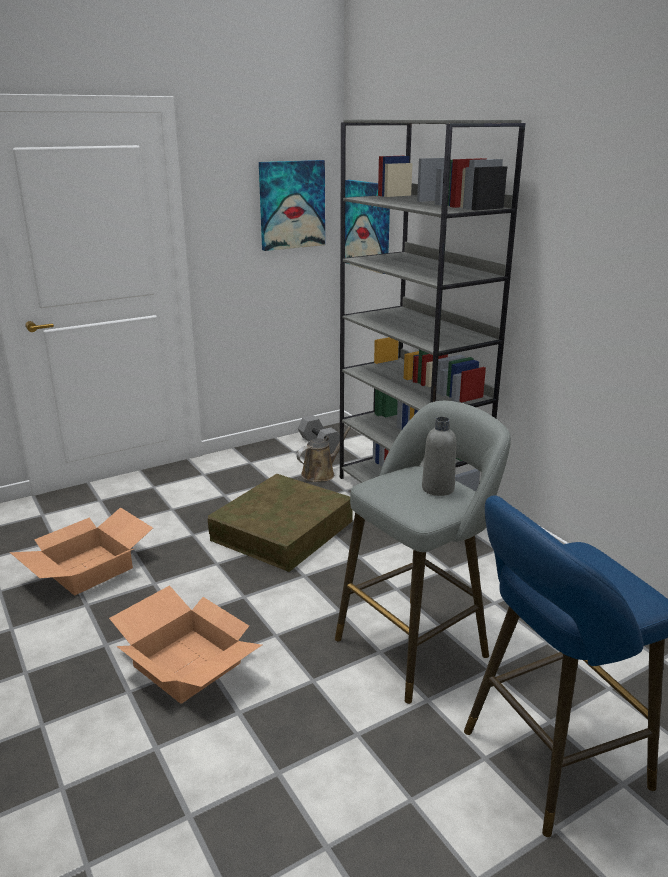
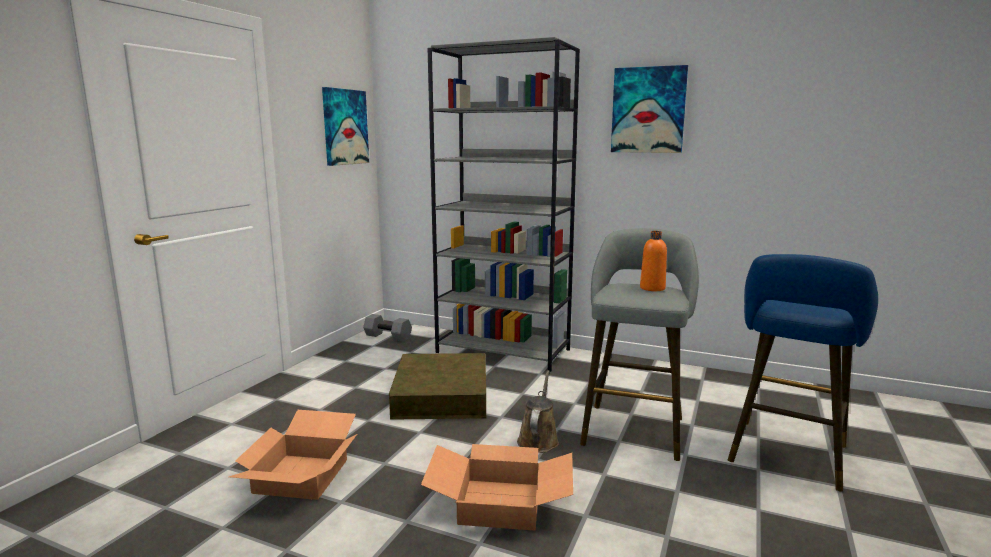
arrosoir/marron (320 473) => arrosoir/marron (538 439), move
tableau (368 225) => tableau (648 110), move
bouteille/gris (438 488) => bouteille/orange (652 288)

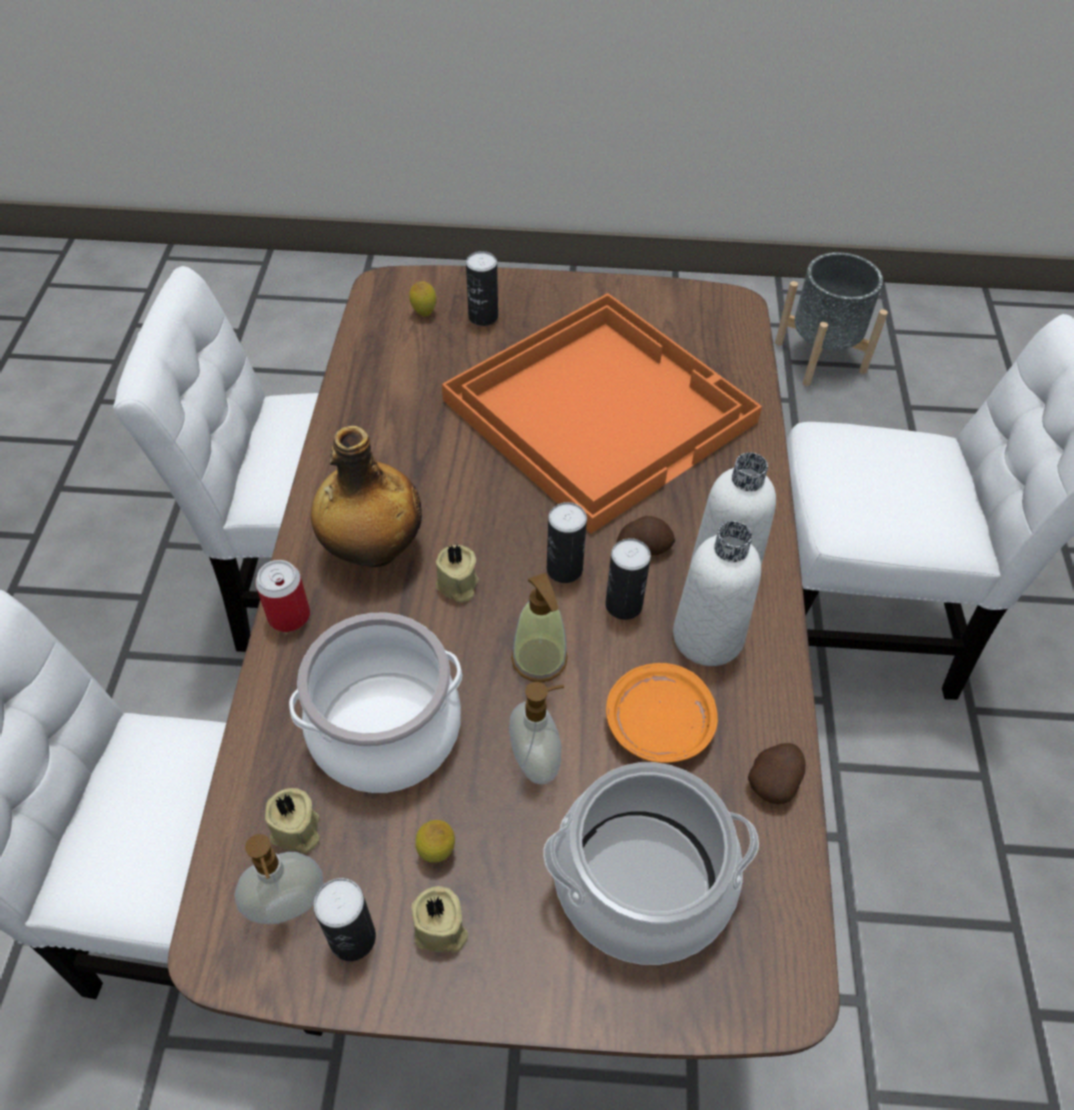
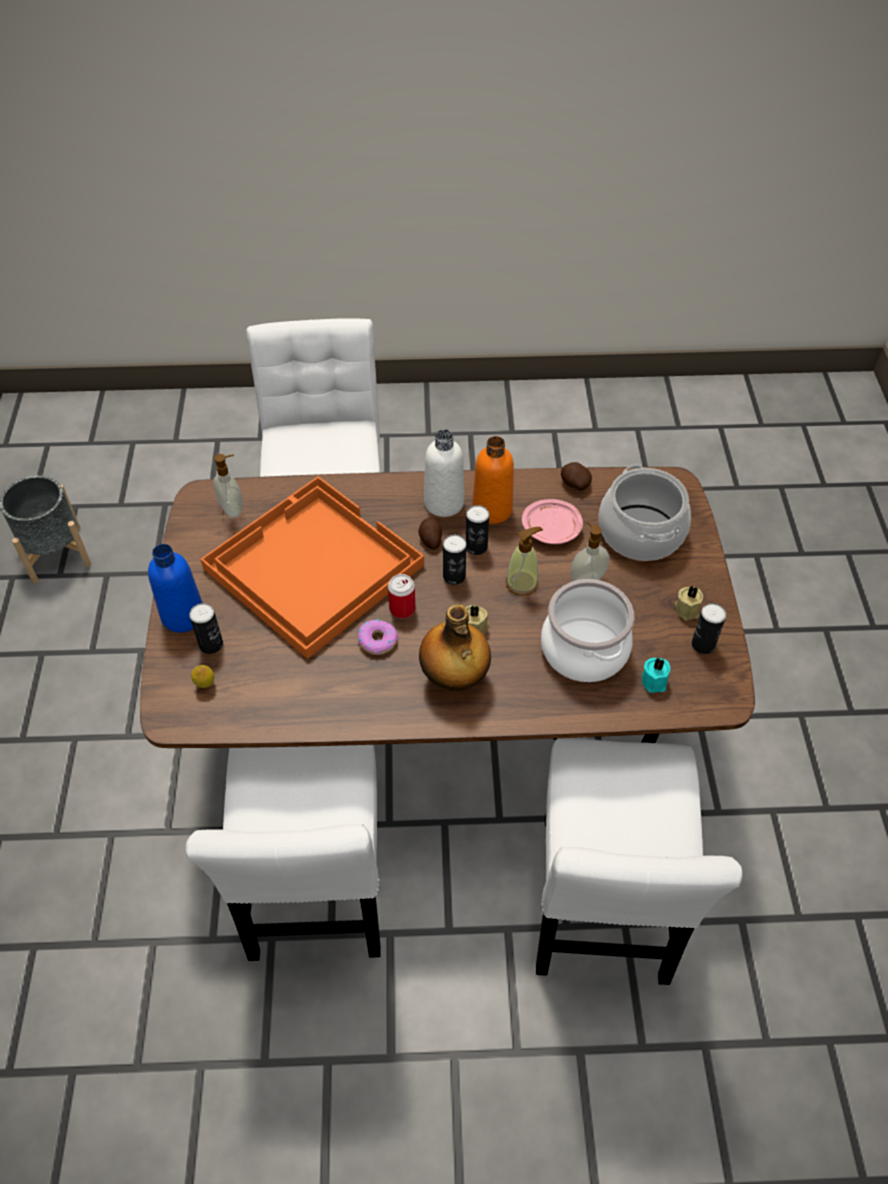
distributeur de savon (288 907) => distributeur de savon (232 508), move
boîte métallique (289 616) => boîte métallique (402 609), move
bougie/beige (296 831) => bougie/turquoise (655 680)
citron (436 852) => nothing
assiette/orange (659 724) => assiette/rose (552 529)
bouteille/blanc (707 637) => bouteille/orange (492 509)
nothing => bouteille/bleu (183 615)
nothing => beignet (377 640)

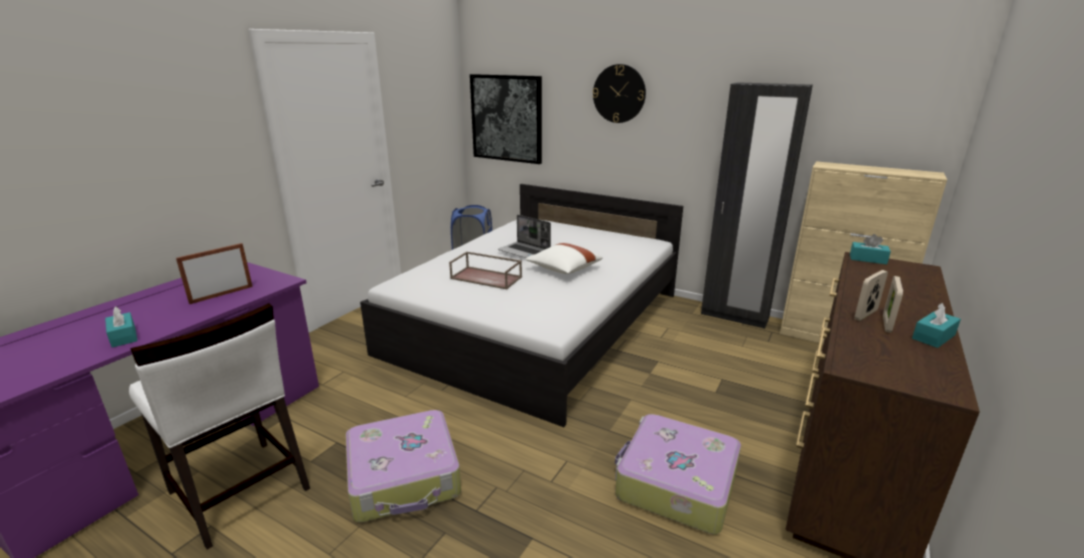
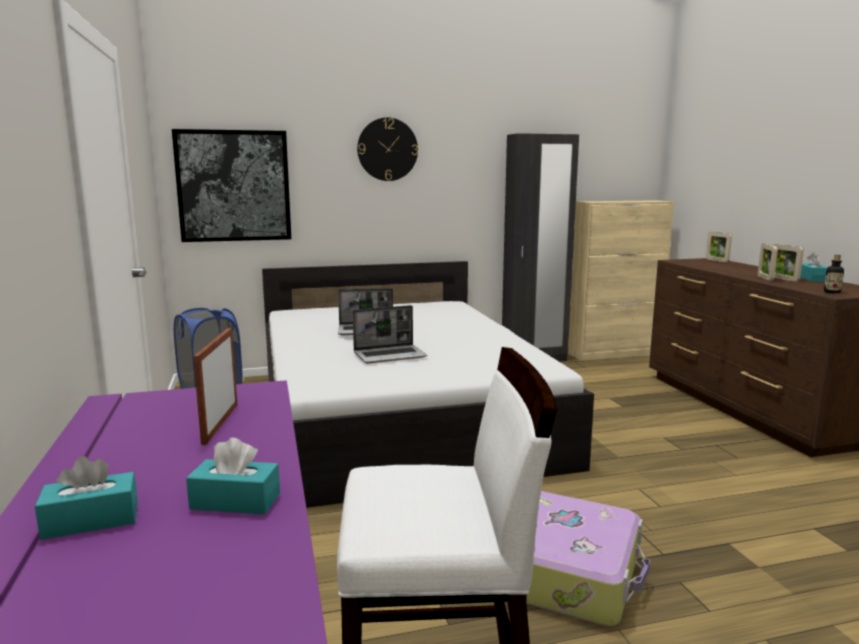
plateau/marron (487 277) => ordinateur portable (390 355)
coussin/blanc (563 269) => nothing
valise (675 483) => nothing
boîte à mouchoirs/turquoise (868 259) => boîte à mouchoirs/turquoise (91 520), move
nothing => cadre photo (717 260)
nothing => bouteille (832 292)

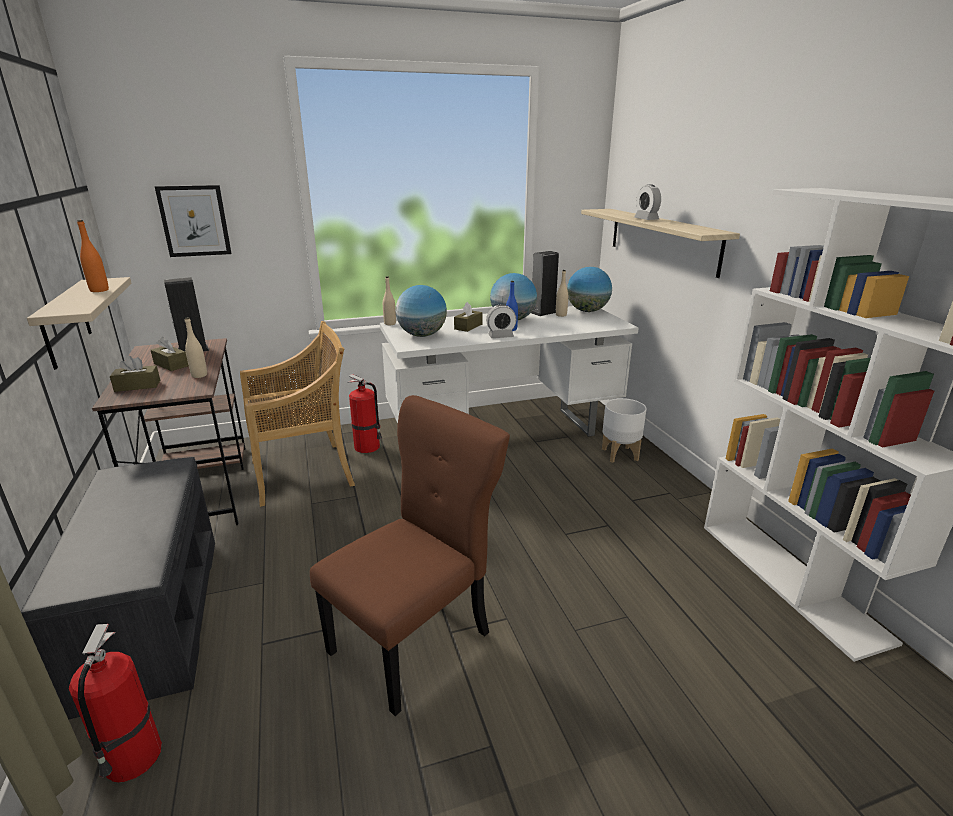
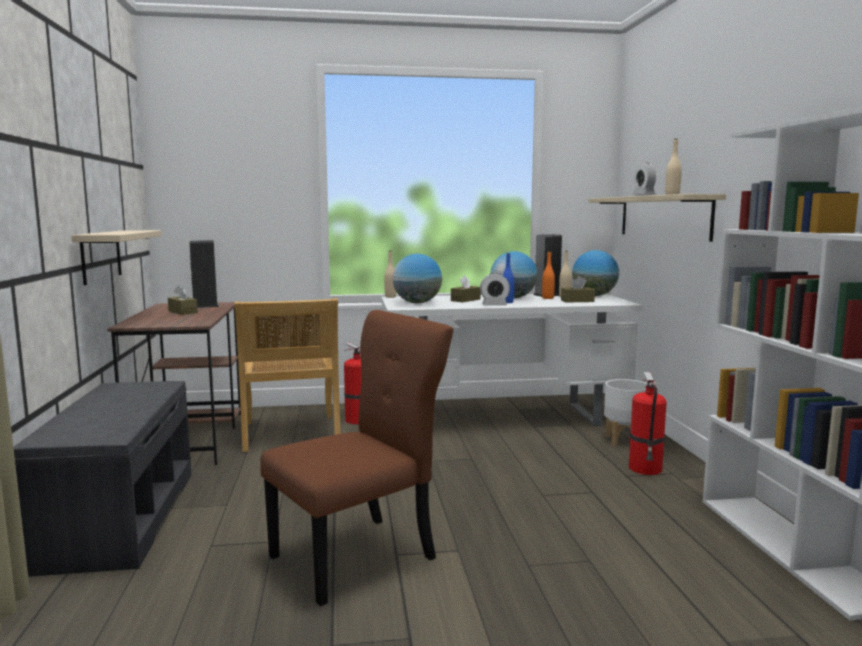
extincteur (132 759) => extincteur (645 469), move
bouteille/orange (99 290) => bouteille/orange (547 298), move
boîte à mouchoirs/marron (137 386) => boîte à mouchoirs/marron (577 301), move
tableau (194 221) => nothing
bouteille/beige (199 375) => bouteille/beige (672 195), move
chaise/beige (304 473) => chaise/beige (291 434), 90 degrees clockwise

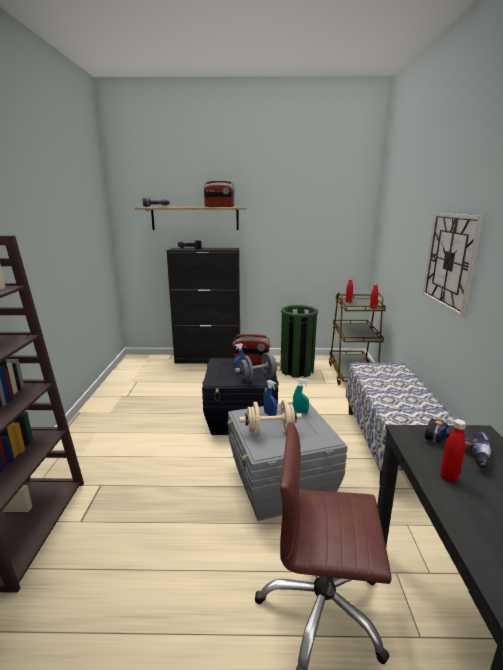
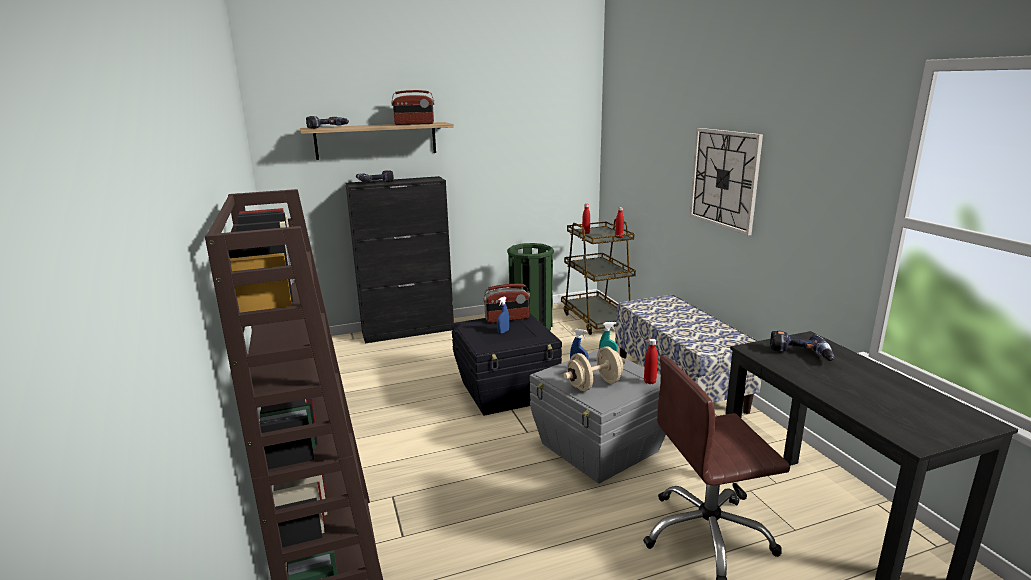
haltère/gris (257 378) => nothing
bouteille/rouge (448 477) => bouteille/rouge (649 382), move

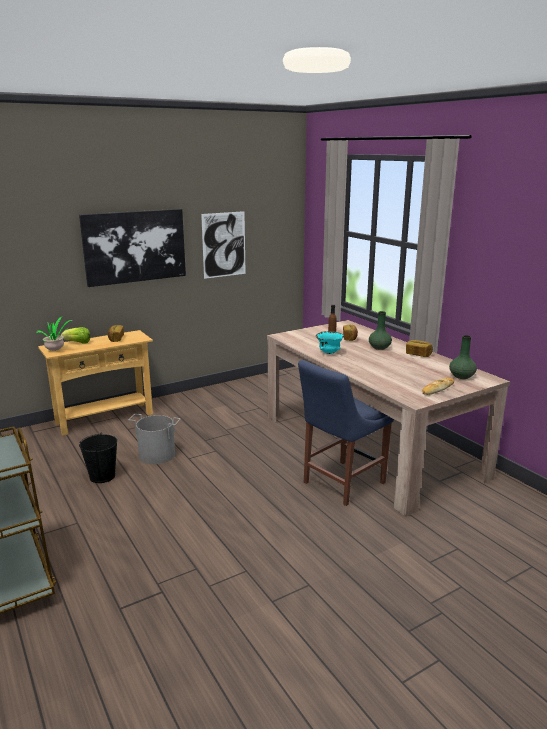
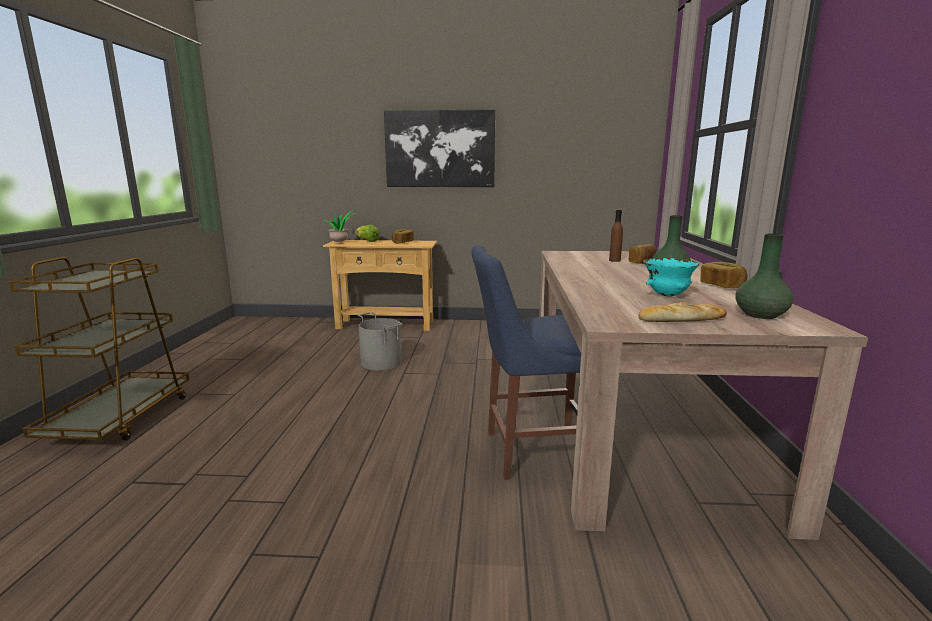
seau/noir (102 476) => nothing
tableau (224 244) => nothing
bol/turquoise (329 353) => bol/turquoise (667 295), move

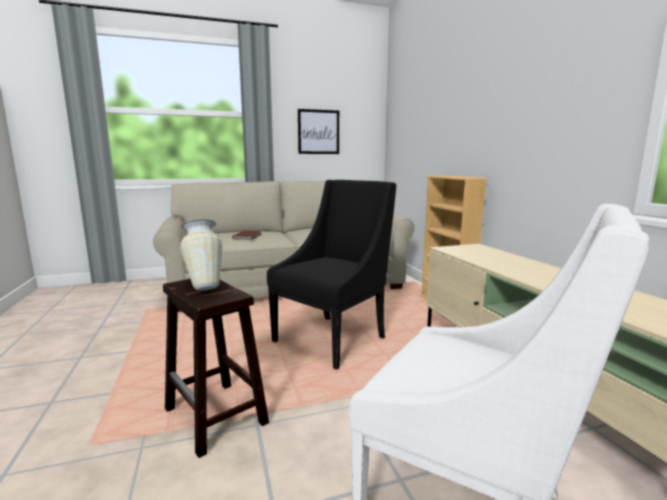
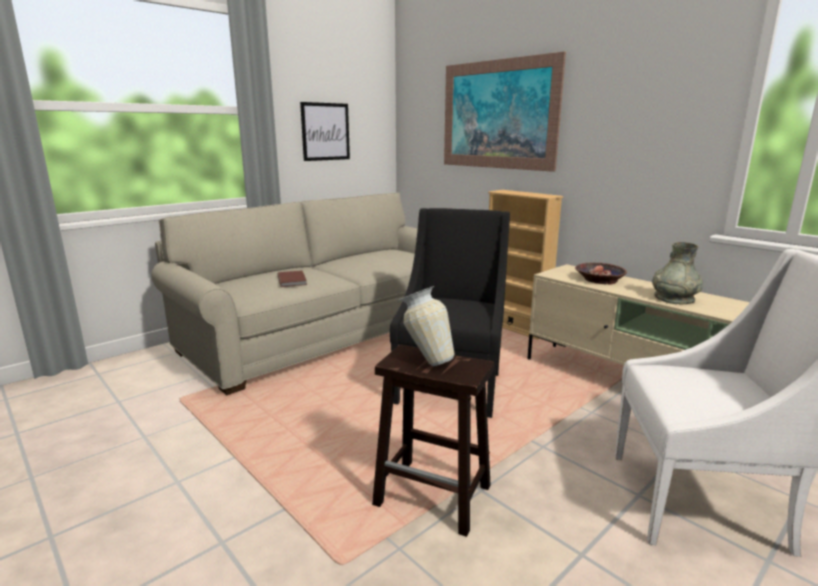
nothing => tableau (498 115)
nothing => bol (599 279)
nothing => vase/gris (674 298)

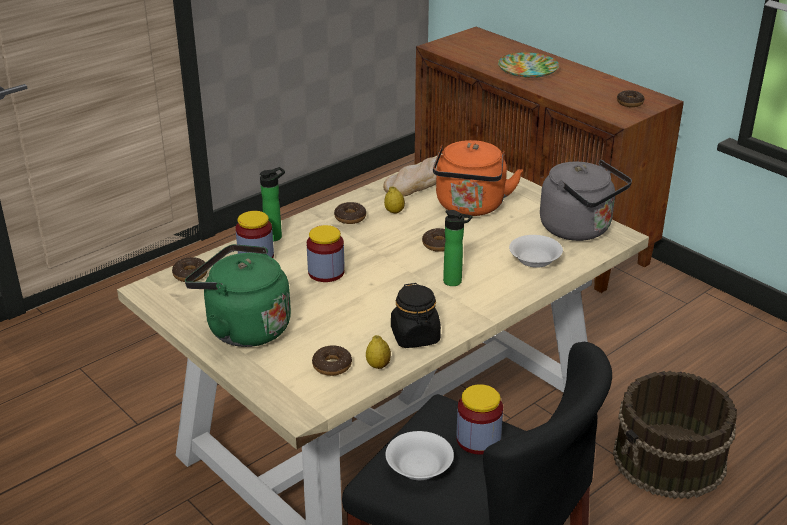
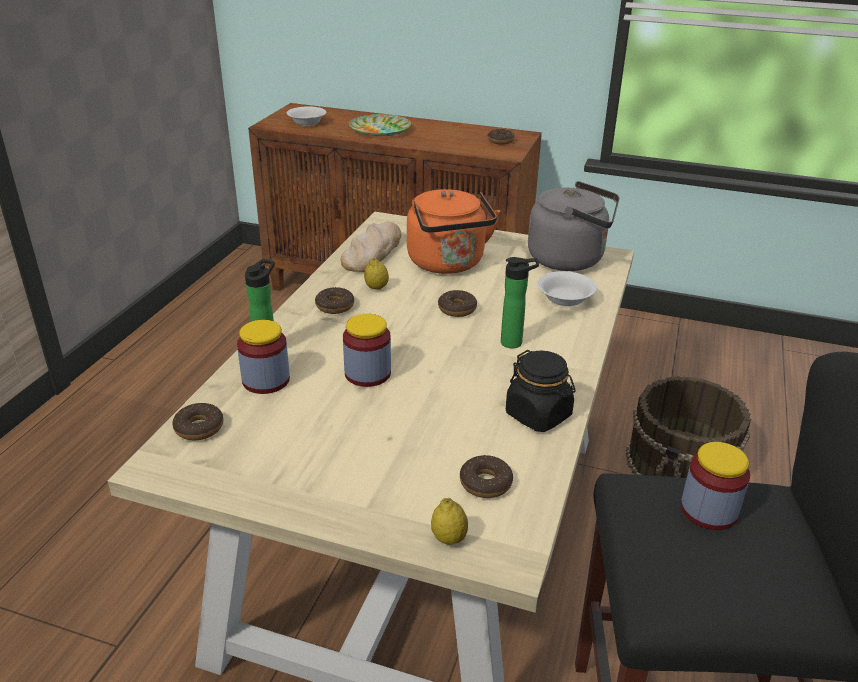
bouilloire/vert (243 328) => nothing
citron (378 365) => citron (449 538), move
bol/blanc (418 468) => bol/blanc (307 123), move

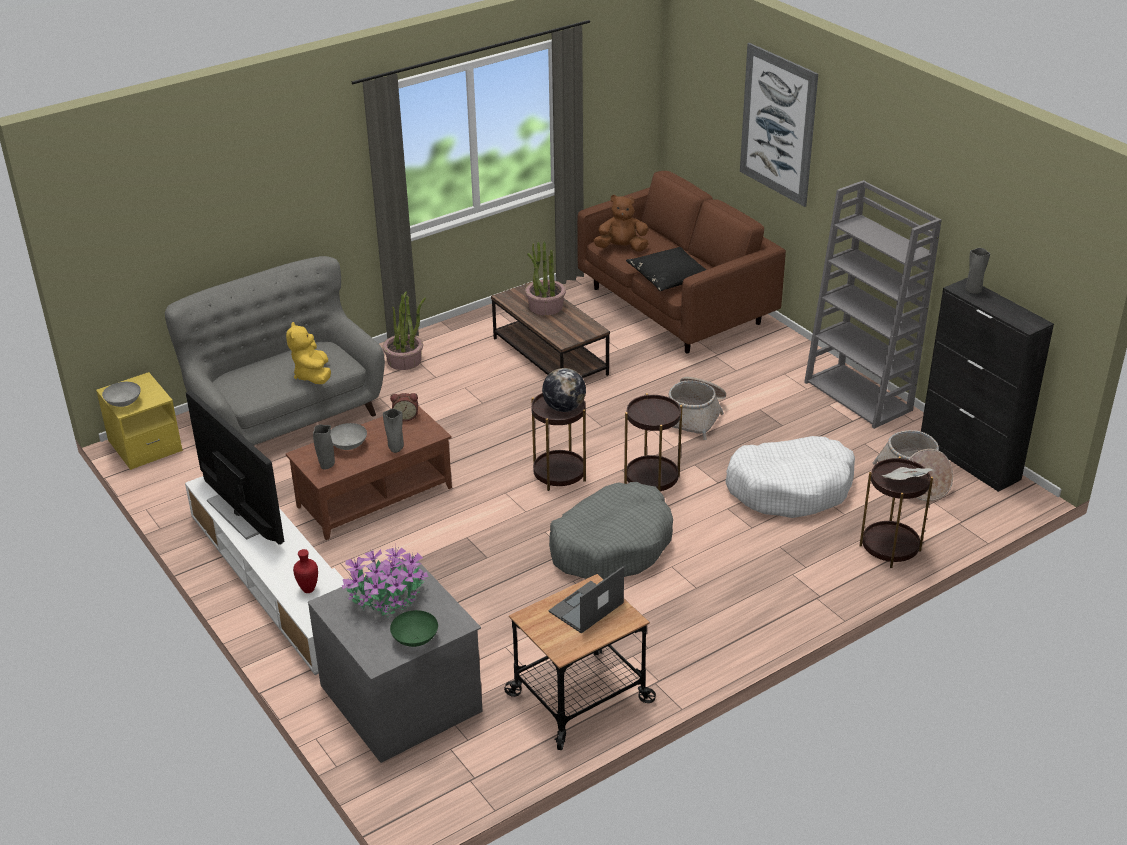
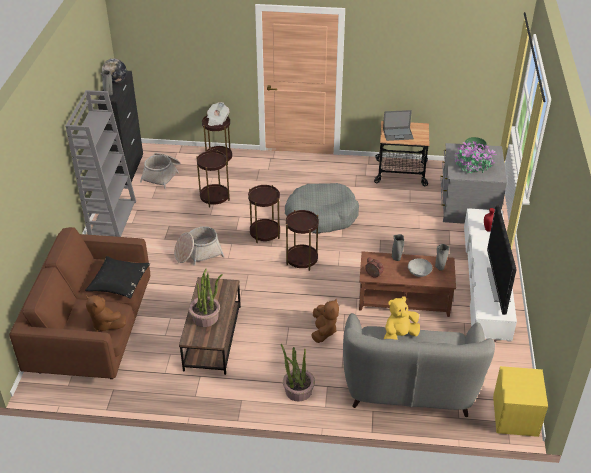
bol/gris (123 403) => nothing
peluche/jaune (313 376) => peluche/jaune (399 335), 150 degrees counterclockwise
globe (564 408) => globe (115 81), move
panier pour chien/blanc (790 488) => table d'appoint/marron (214 198)
tableau (778 124) => nothing
nothing => peluche/marron (323 331)

